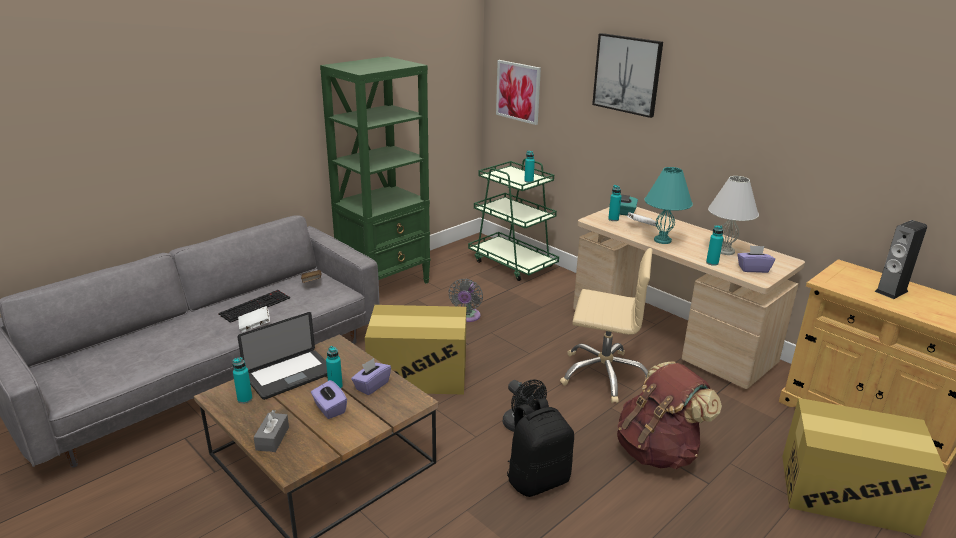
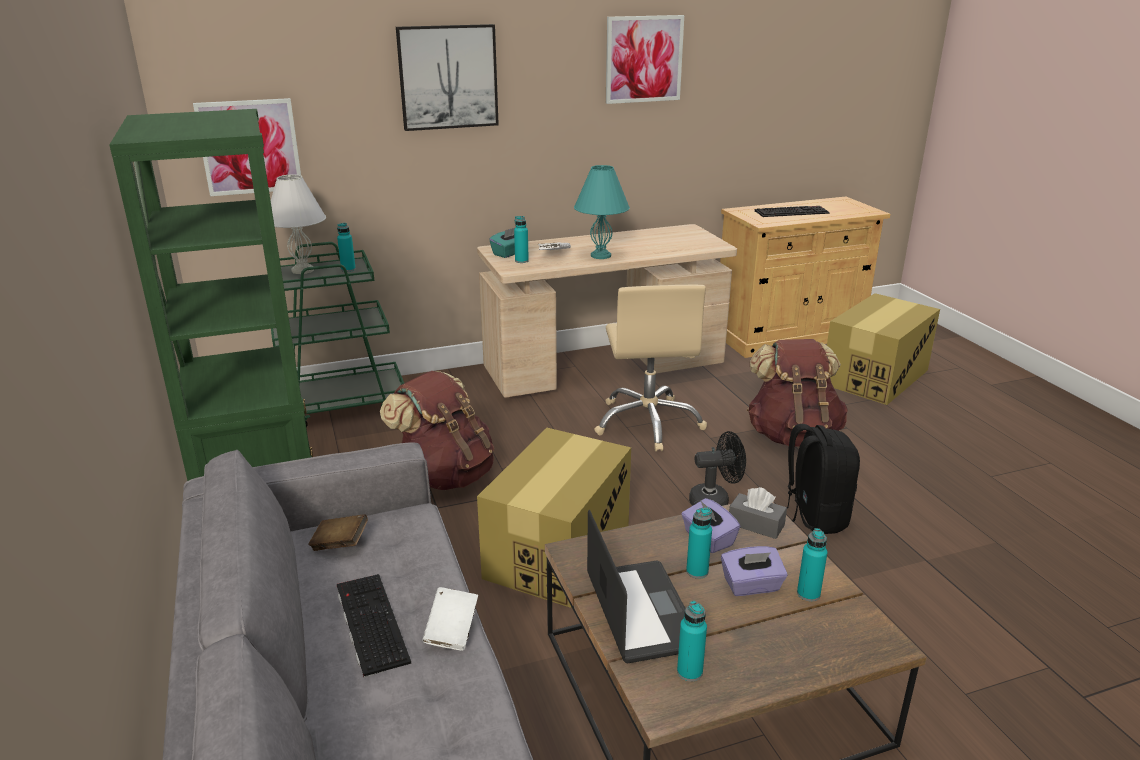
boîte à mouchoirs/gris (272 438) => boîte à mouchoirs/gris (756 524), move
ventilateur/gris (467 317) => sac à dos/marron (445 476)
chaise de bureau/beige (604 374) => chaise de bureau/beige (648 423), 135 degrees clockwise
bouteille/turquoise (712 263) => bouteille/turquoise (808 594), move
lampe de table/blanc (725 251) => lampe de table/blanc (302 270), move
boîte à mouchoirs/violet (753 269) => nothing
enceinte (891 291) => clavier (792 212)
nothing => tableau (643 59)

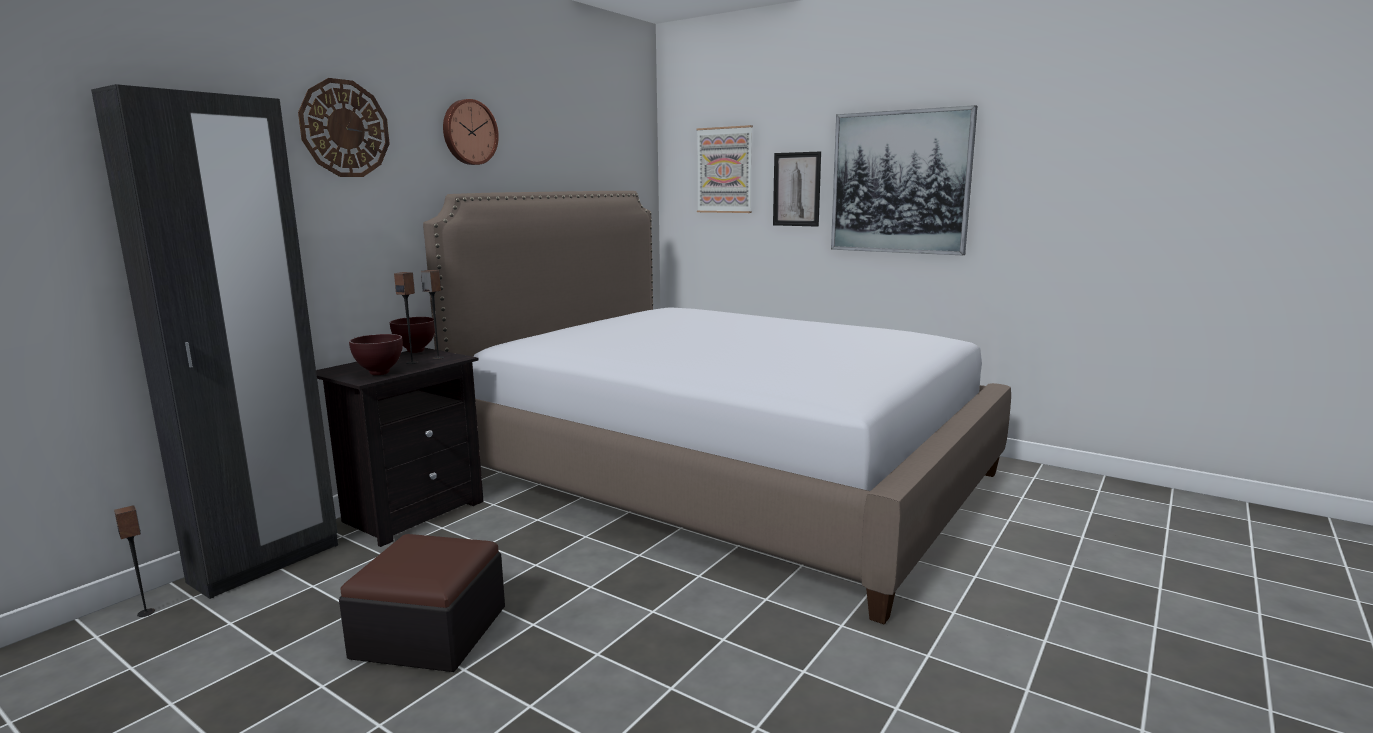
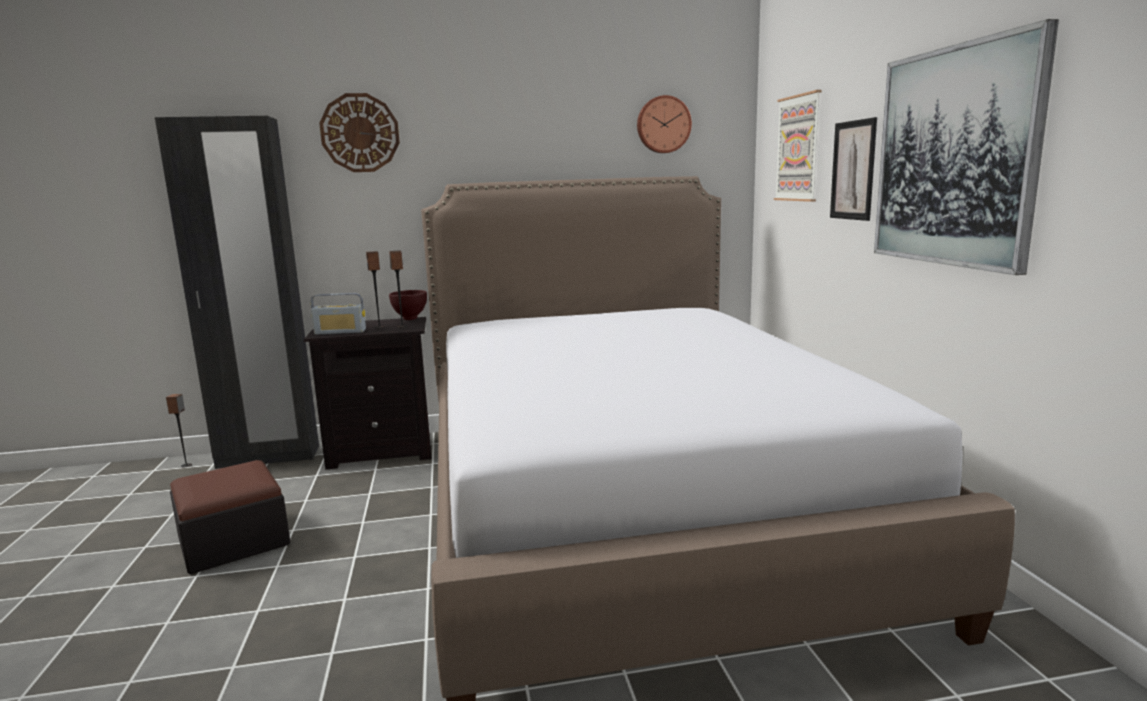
bol/marron (380 373) => radio (340 332)
horloge murale (469 132) => horloge murale (663 124), move

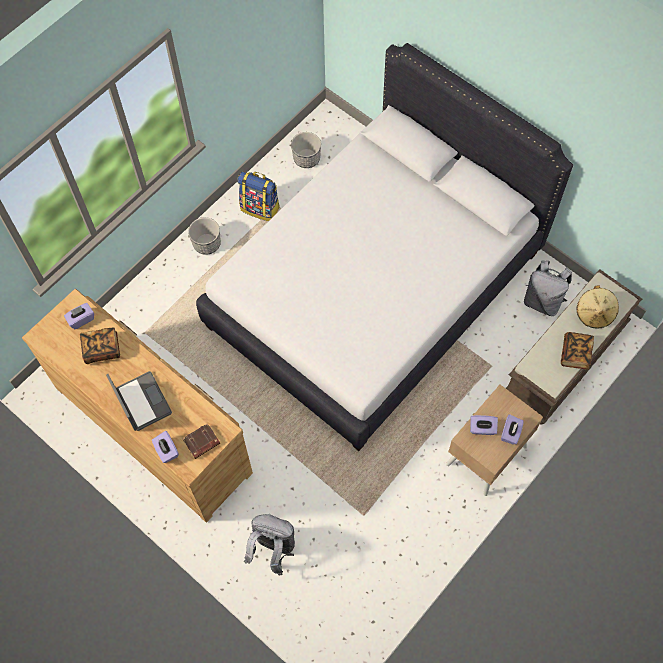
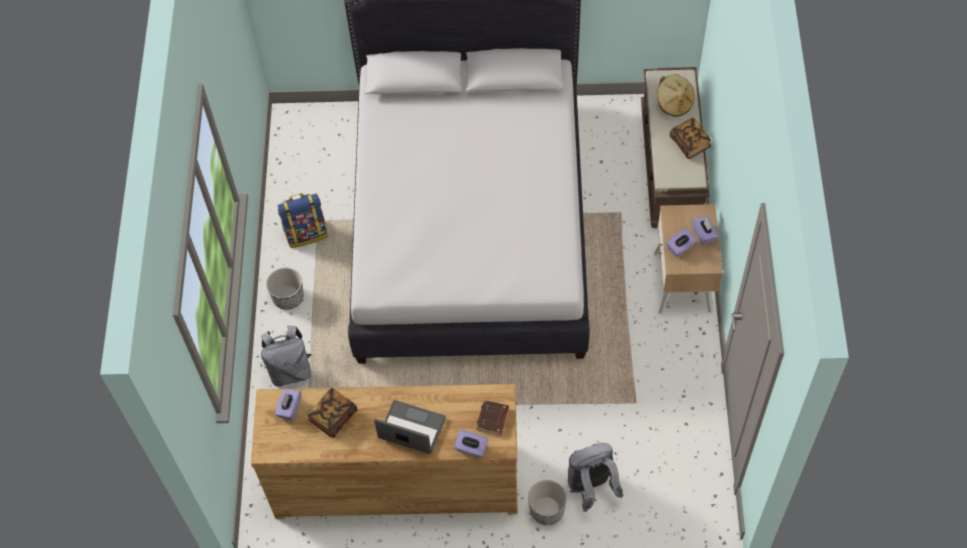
cache-pot (307 158) => cache-pot (547 509), move
sac à dos/gris (543 301) => sac à dos/gris (290 370), move

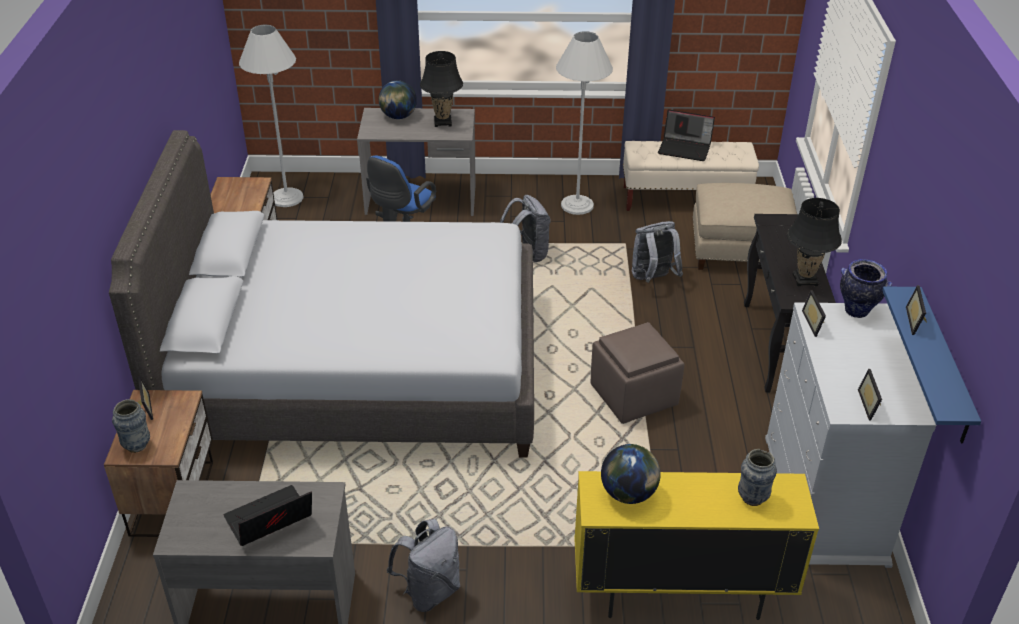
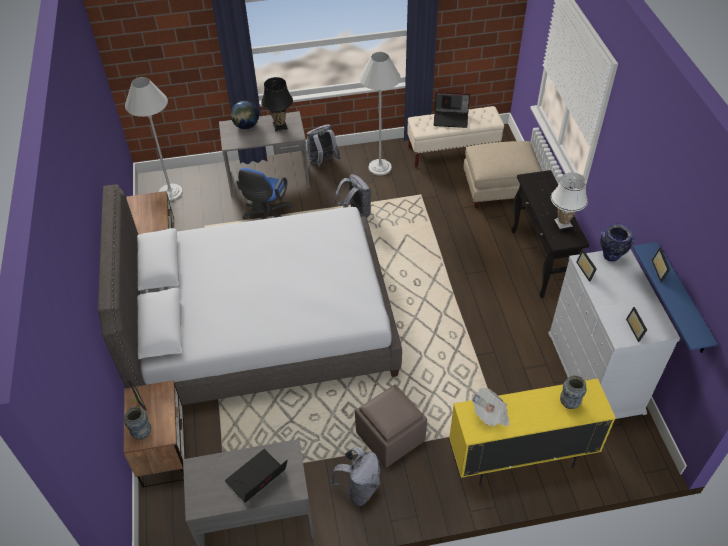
pouf/marron (634 395) => pouf/marron (391 437), move
globe (629 493) => journal (490 414)
sac à dos/gris (652 279) => sac à dos/gris (322 162), move
lampe de table/noir (804 279) => lampe de table/blanc (562 224)

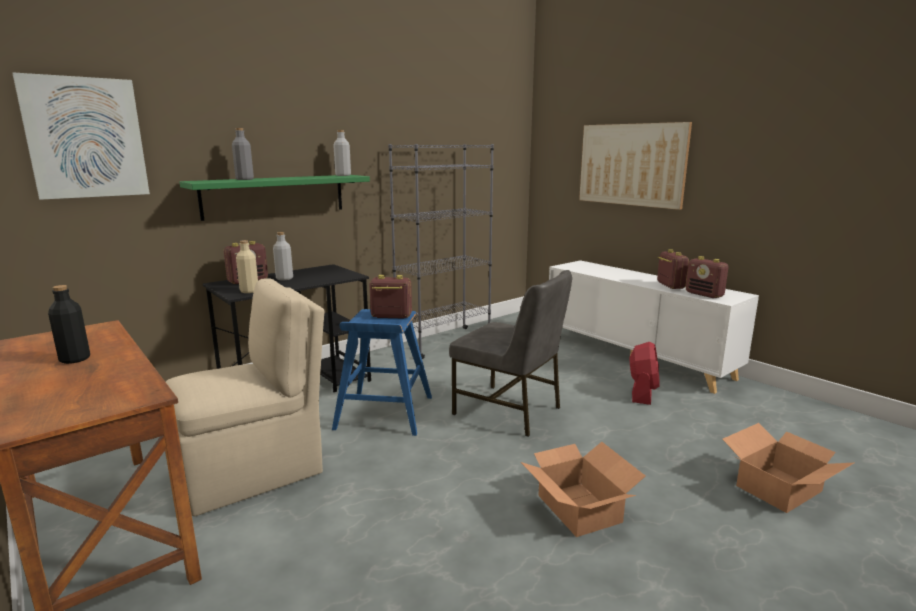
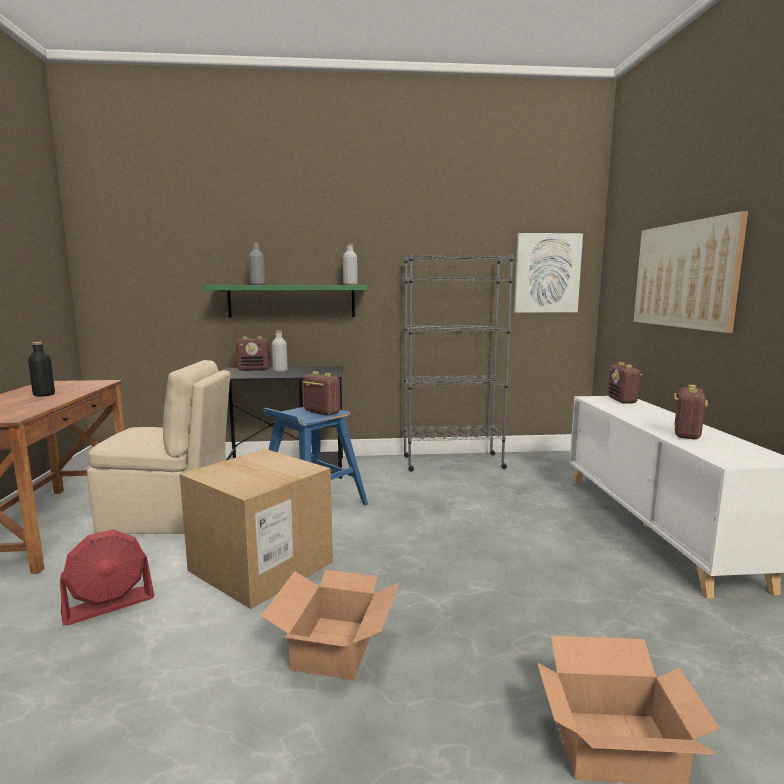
tableau (85 138) => tableau (547 273), move
bouteille/beige (249 291) => nothing
chaise/gris (509 411) => nothing
ventilateur/rouge (642 393) => ventilateur/rouge (109 605), move
radio (704 294) => radio (622 400), move
nothing => carton (261 566)

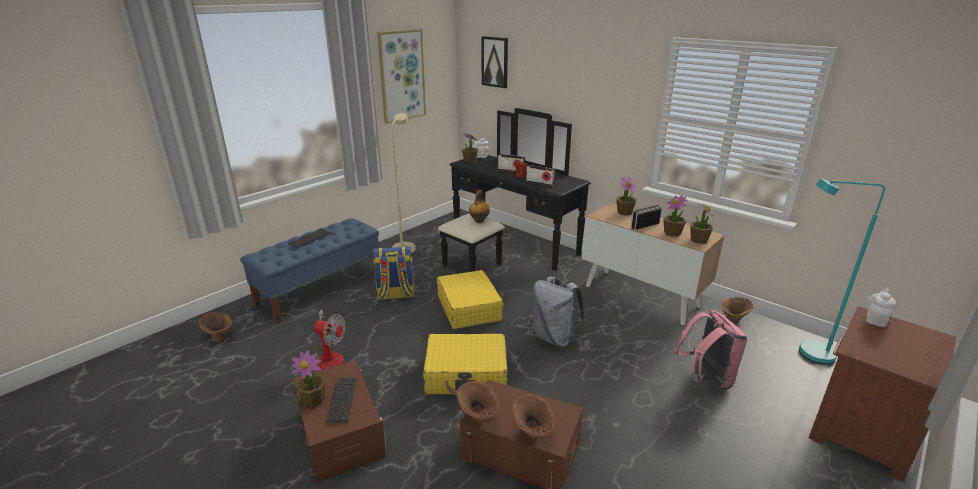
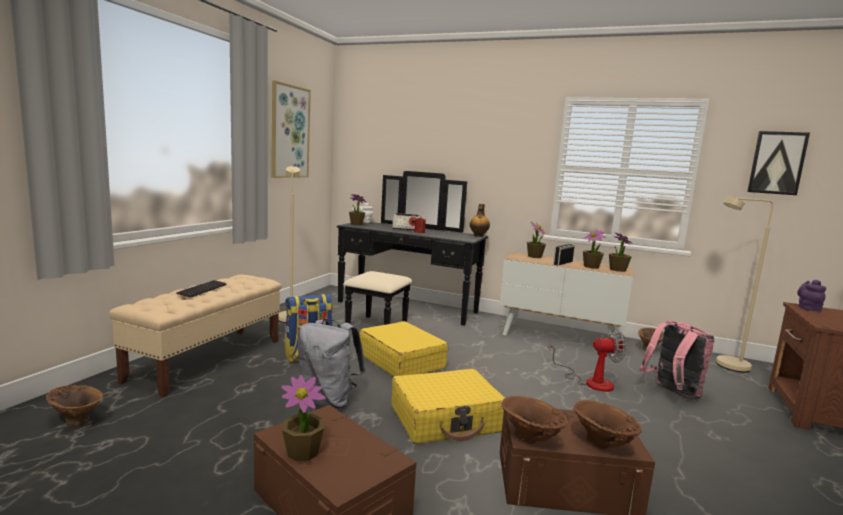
banc/bleu (321 290) => banc/beige (208 359)
ventilateur (330 356) => ventilateur (590 381), move
clavier (343 400) => nothing
bouteille (479 221) => bouteille (478 236), move
tableau (495 62) => tableau (777 163), move
radio (540 183) => nothing
sac à dos/gris (554 337) => sac à dos/gris (328 400), move
lampadaire/turquoise (806 353) => lampadaire/beige (725 366)
théière/blanc (875 320) => théière/violet (808 308)

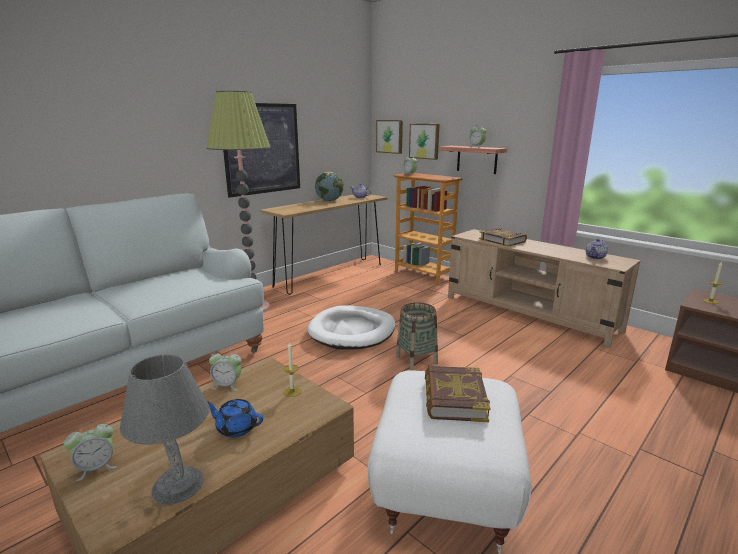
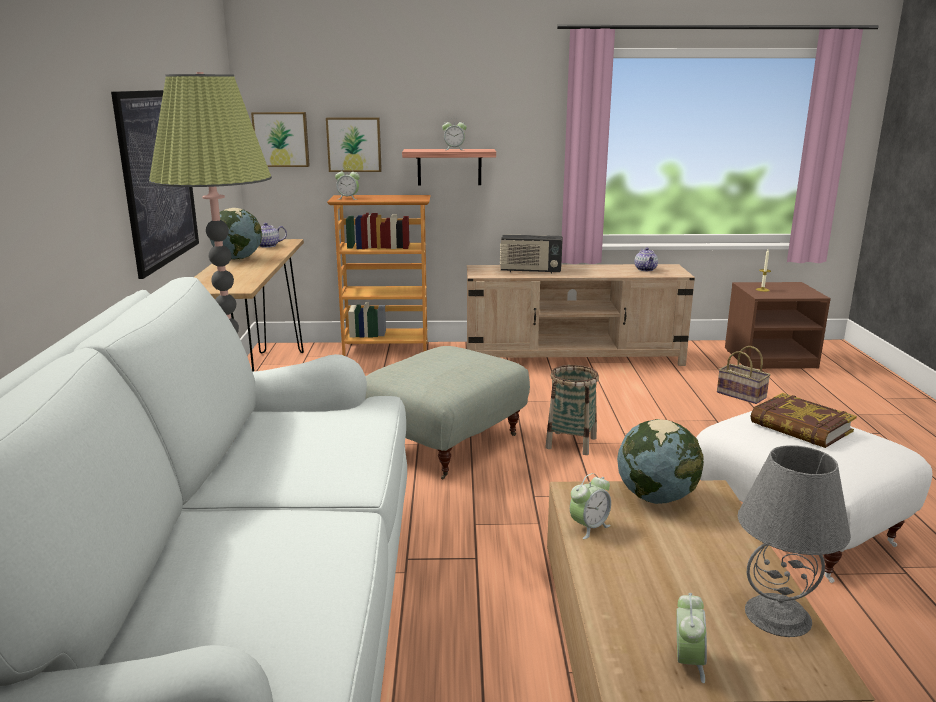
théière/bleu (236 428) => nothing
bougie (292 391) => globe (656 497)
panier pour chien/blanc (352 331) => pouf/gris (445 443)
livre (502 240) => radio (530 271)
nothing => panier (742 395)

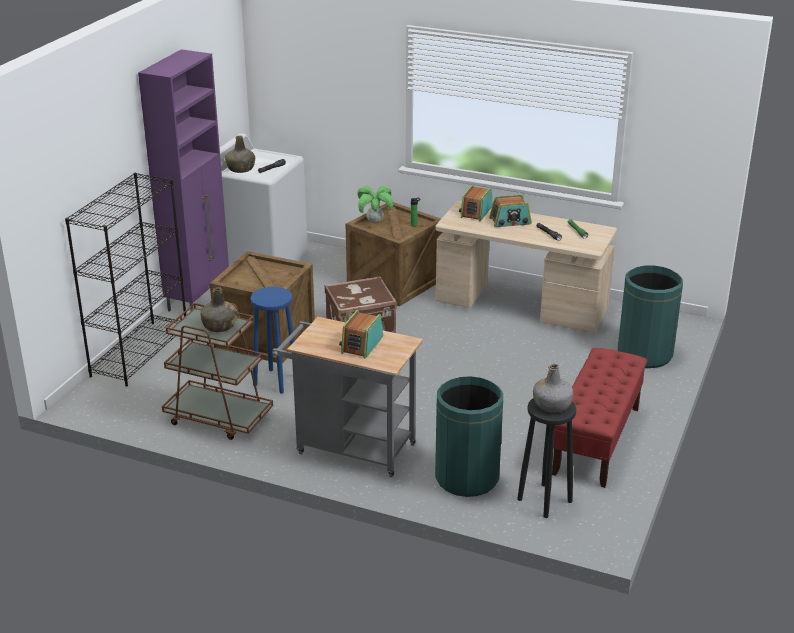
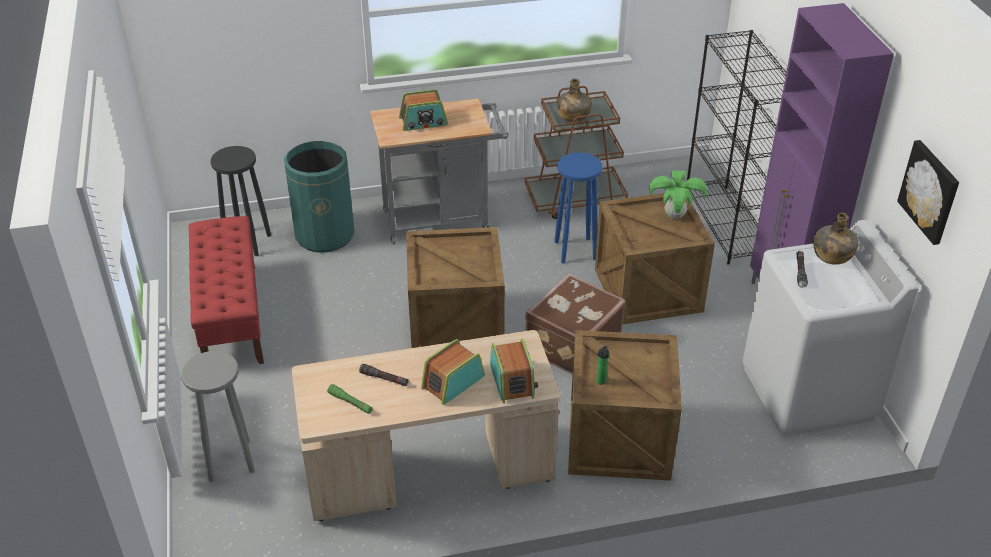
radio (361 345) => radio (423 122), 90 degrees clockwise
plante en pot (375 222) => plante en pot (674 215), move
bouteille/gris (552 405) => nothing
poubelle/vert (645 354) => tabouret/gris (229 460)
nothing => caisse (454 326)
nothing => tableau (930 191)

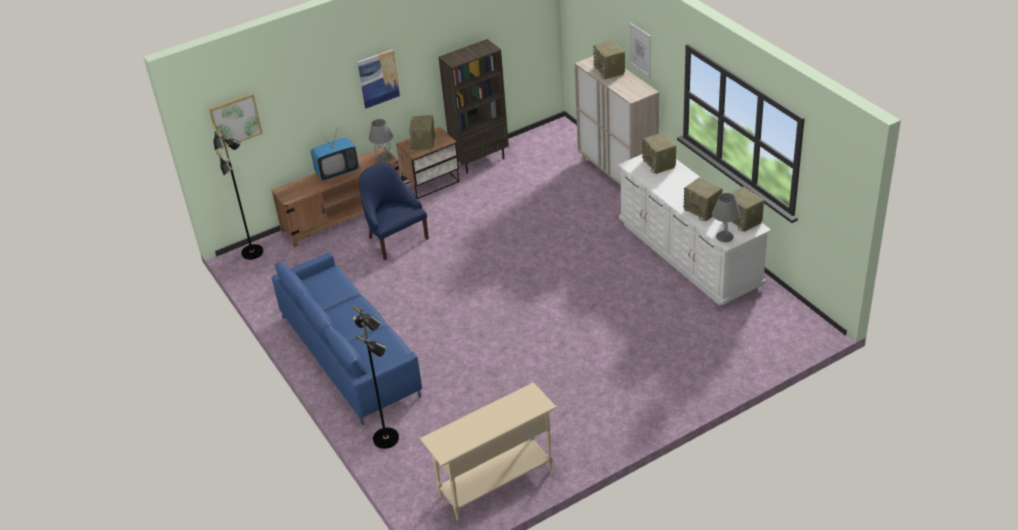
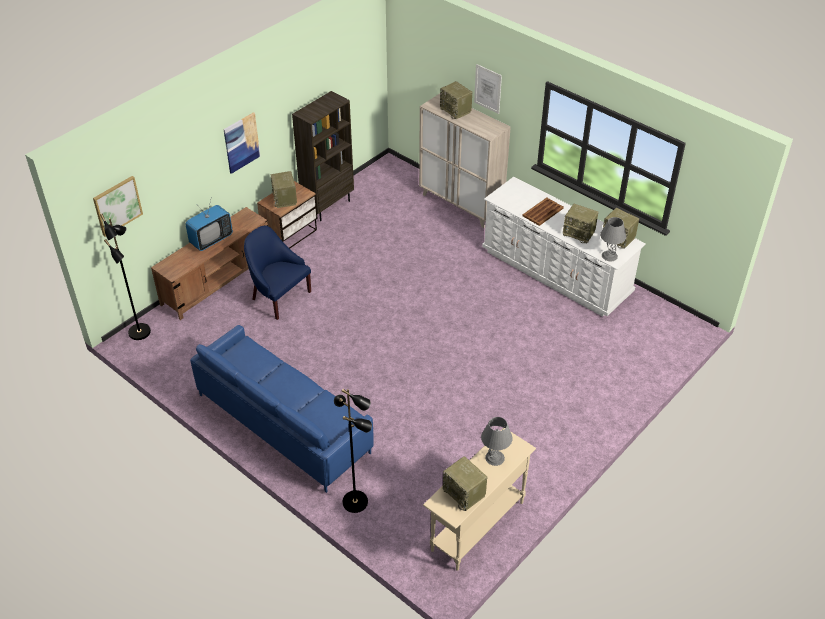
lampe de table/gris (384 158) => lampe de table/gris (494 457), move
radio (659 164) => radio (465 493), move
nothing => plateau/marron (542 212)

